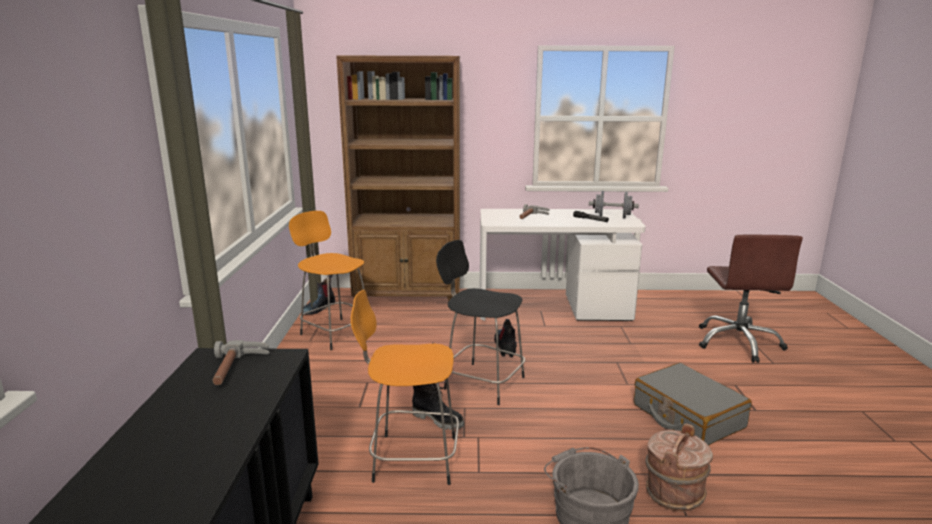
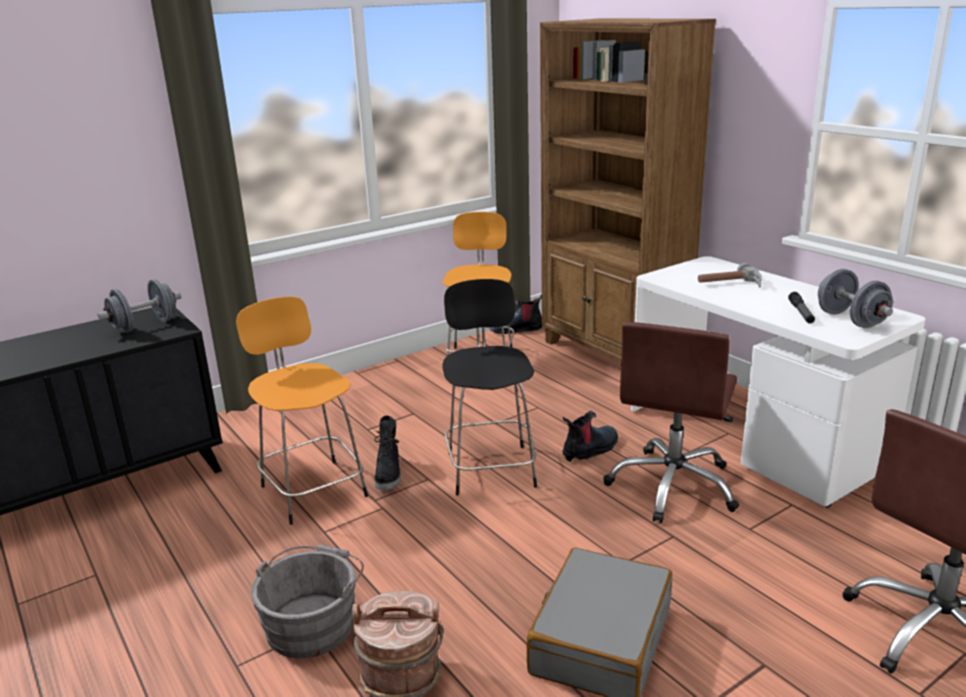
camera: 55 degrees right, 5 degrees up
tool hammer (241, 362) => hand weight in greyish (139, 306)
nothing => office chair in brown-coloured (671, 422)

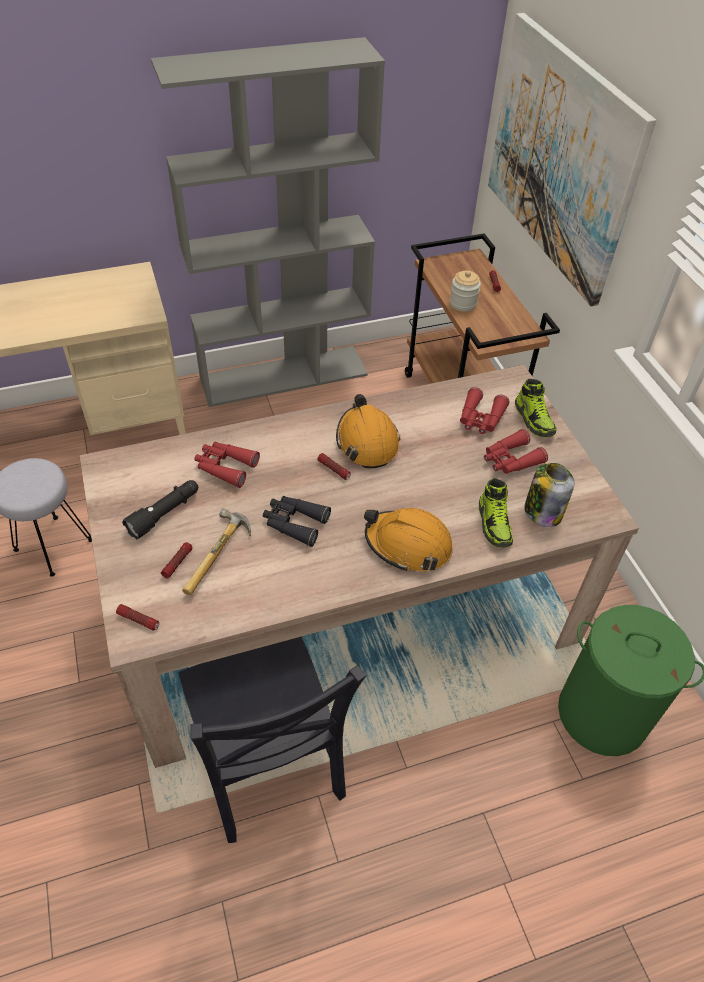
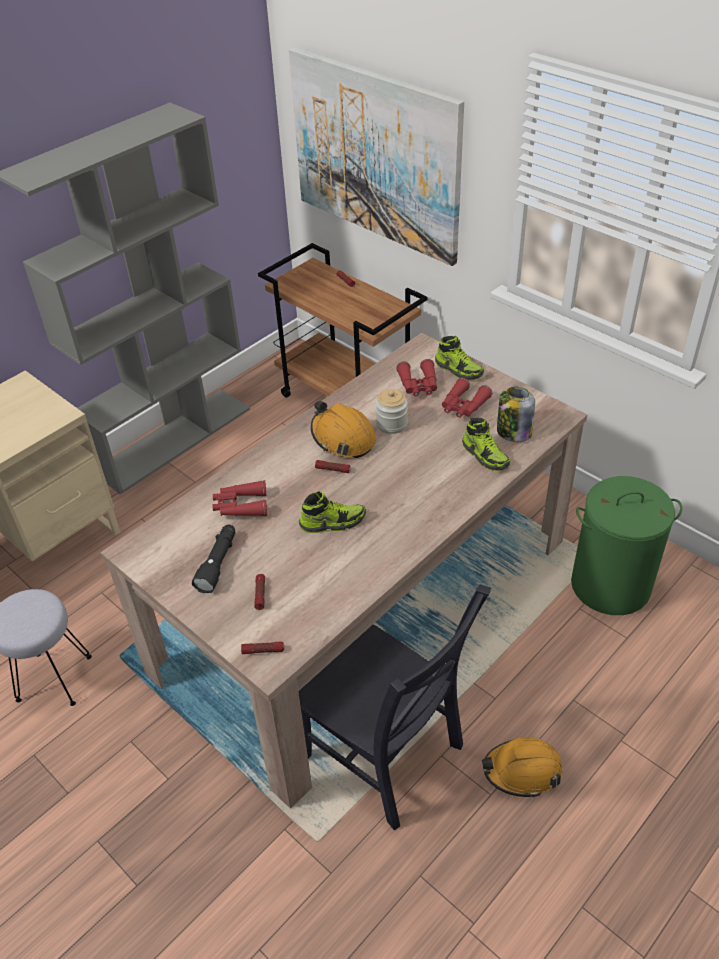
camera: 25 degrees left, 5 degrees down
jar (465, 291) => jar (392, 411), move
binoculars in black (297, 521) => shoe (332, 512)
tool hammer (216, 551) => nothing
safety helmet in orange-coloured (408, 539) => safety helmet in orange-coloured (522, 767), move

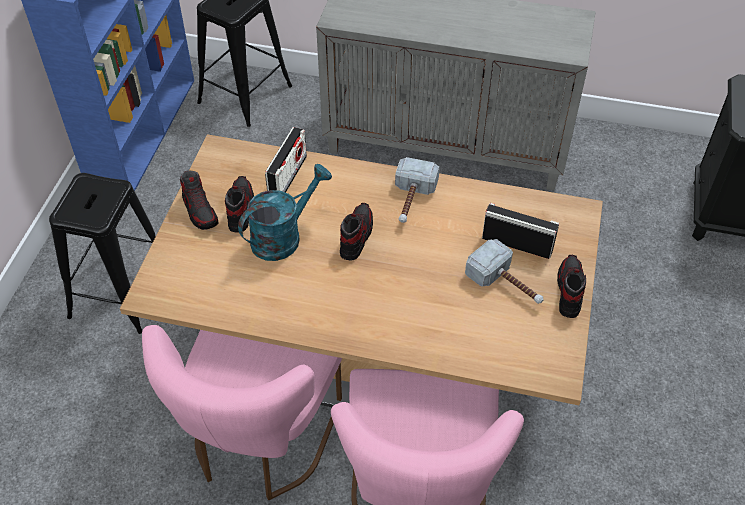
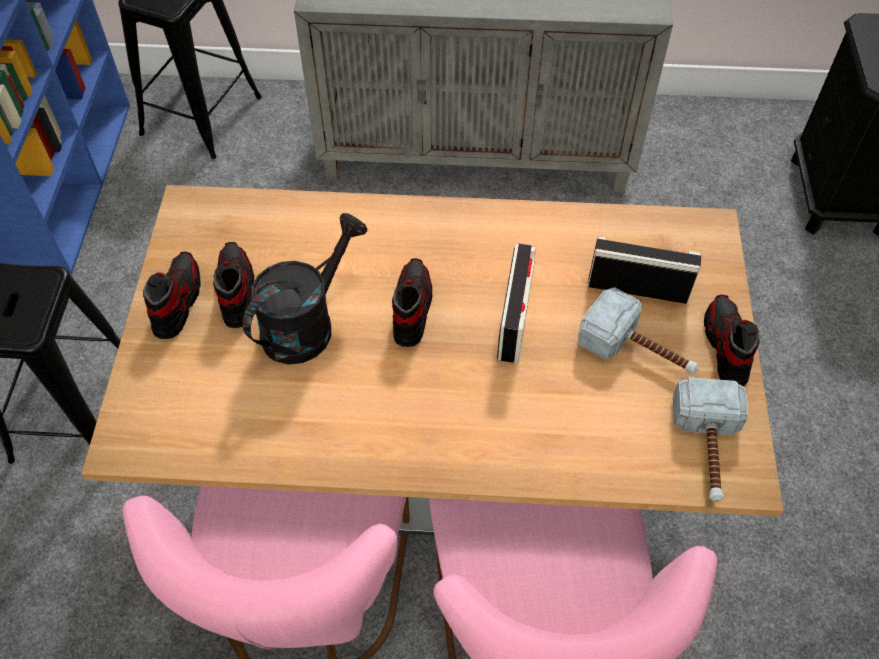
camera: 10 degrees left, 5 degrees up
radio receiver (286, 160) => radio receiver (516, 303), move
tool hammer (417, 190) => tool hammer (710, 439), move
watering pot in blue-green (285, 212) => watering pot in black (305, 289)
shoe (199, 200) => shoe (171, 295), 135 degrees counterclockwise

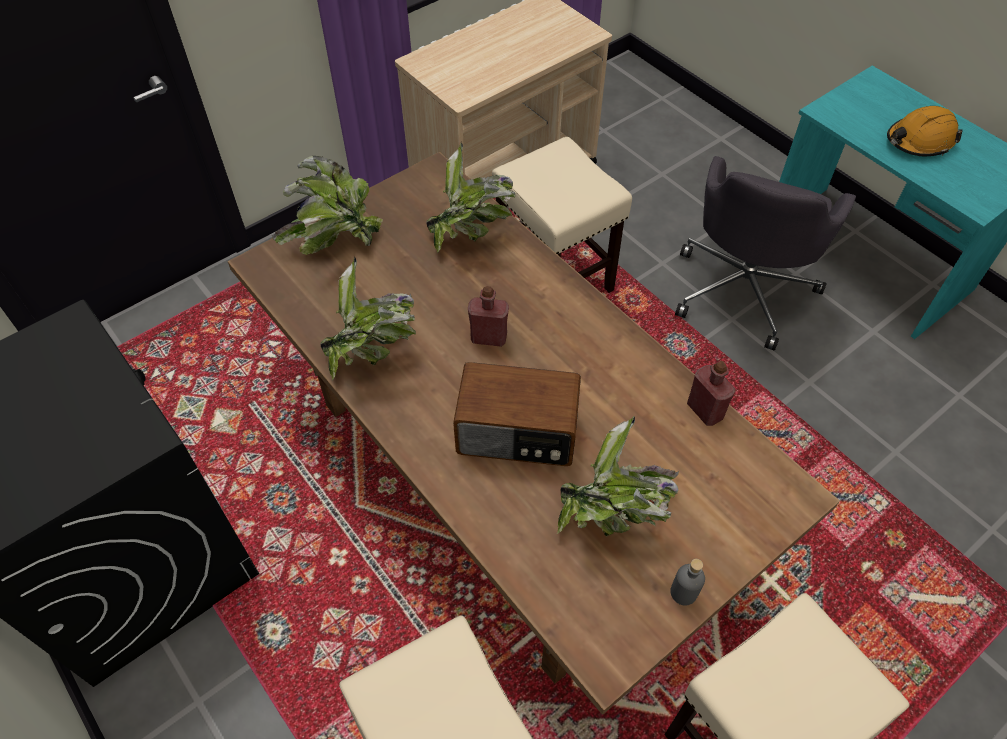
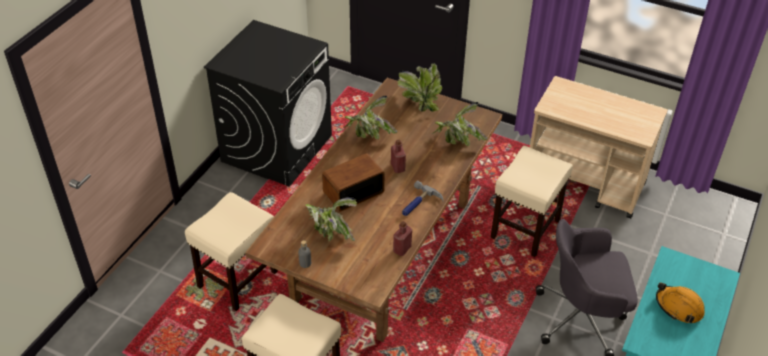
camera: 65 degrees right, 10 degrees down
radio receiver (517, 414) => radio receiver (353, 182), 75 degrees clockwise
nothing => tool hammer (423, 198)

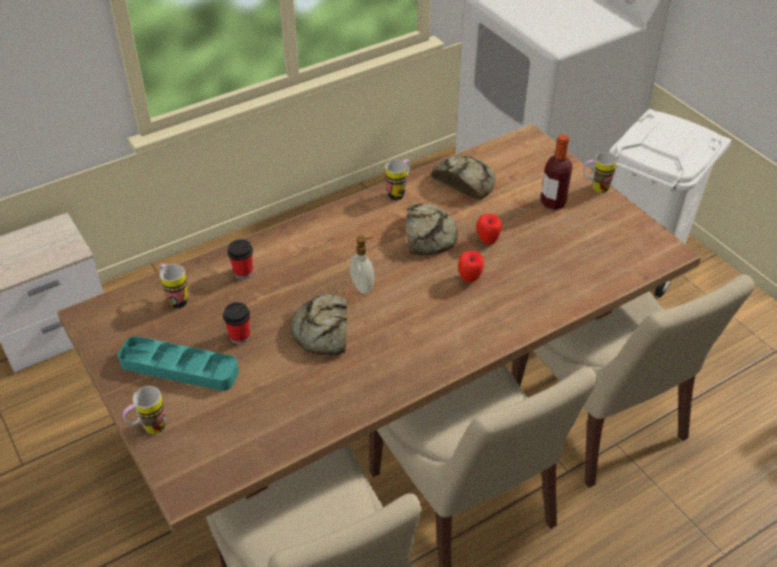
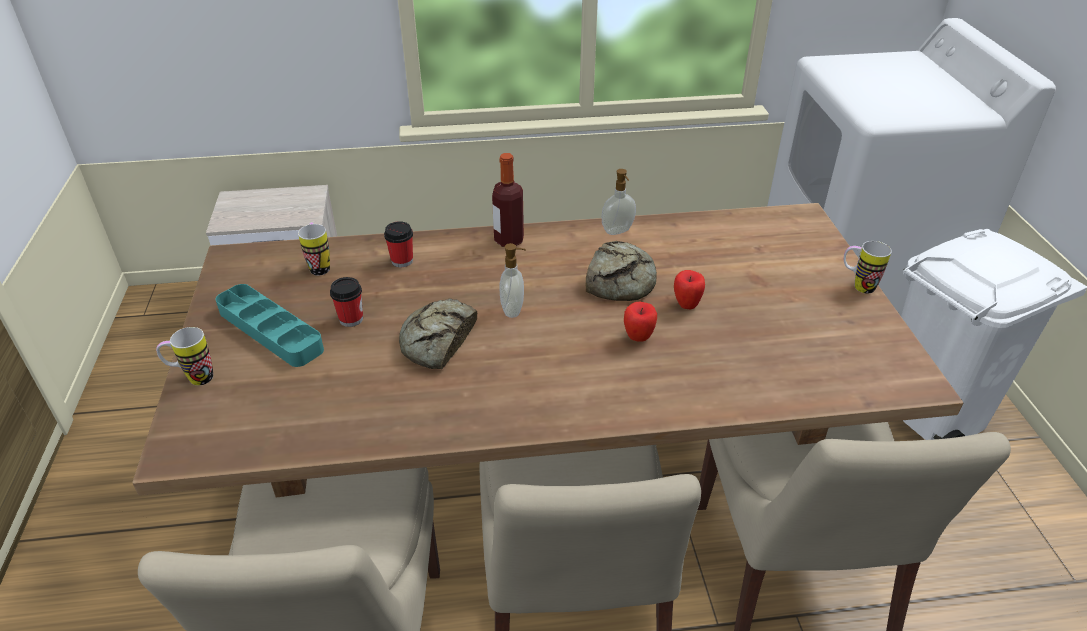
camera: 25 degrees right, 5 degrees down
drink bottle (556, 172) => drink bottle (508, 200), move
bread (463, 178) => nothing
mug (397, 180) => soap dispenser (618, 202)

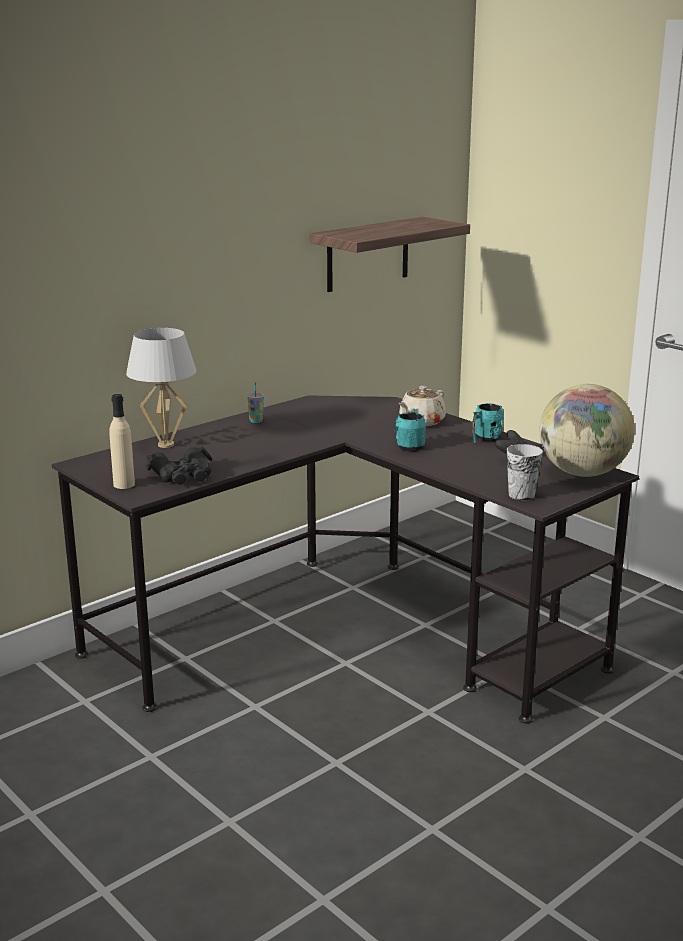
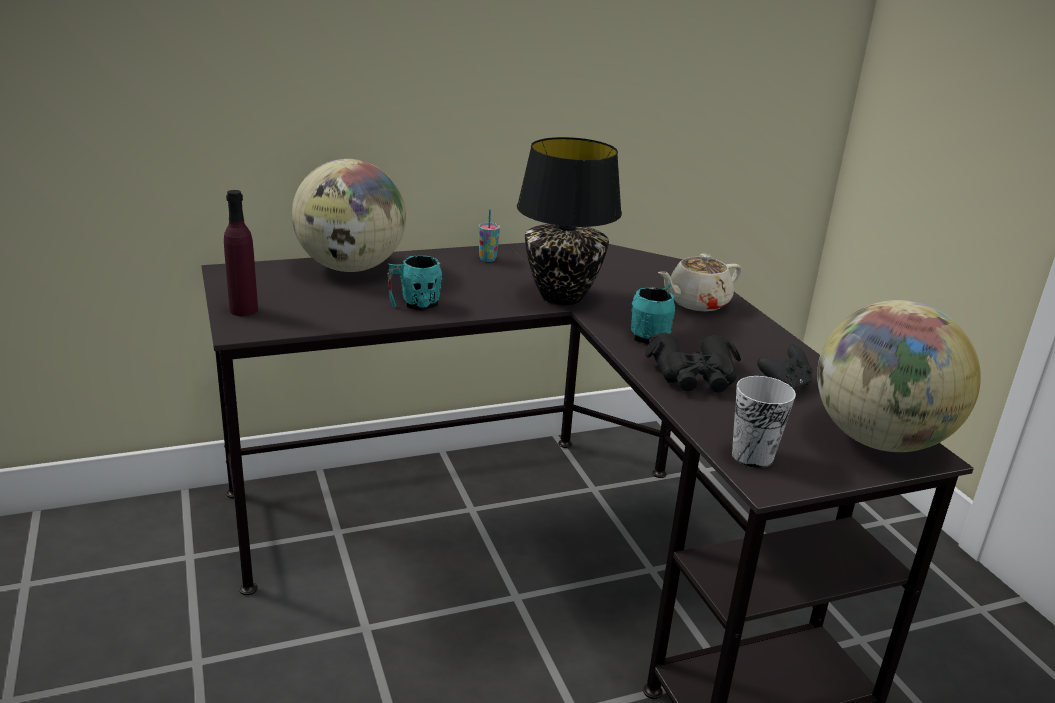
camera: 20 degrees right, 5 degrees up
bracket shelf (390, 254) => nothing
table lamp in whitish (161, 388) => globe (349, 215)
drink bottle in sand-coloured (122, 441) => drink bottle in purple-coloured (241, 253)
mug in blue-green (488, 423) => mug in blue-green (414, 283), move
binoculars in black (179, 466) => binoculars in black (693, 363), move
nothing => table lamp in black (569, 221)

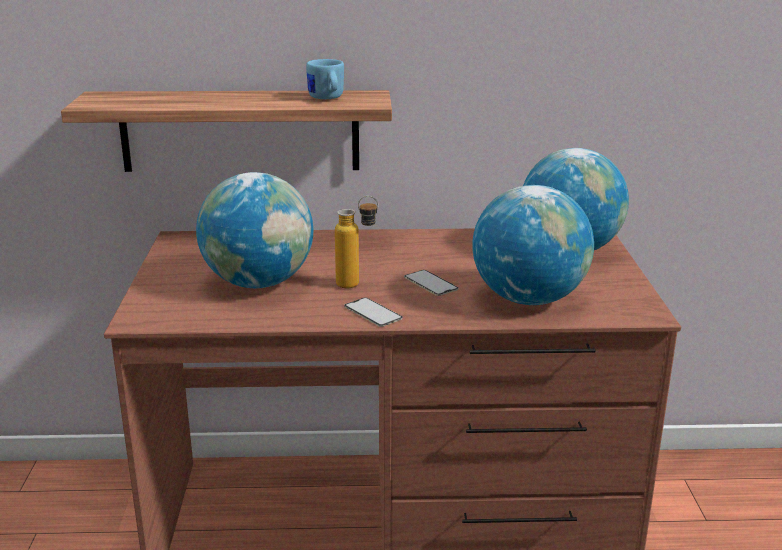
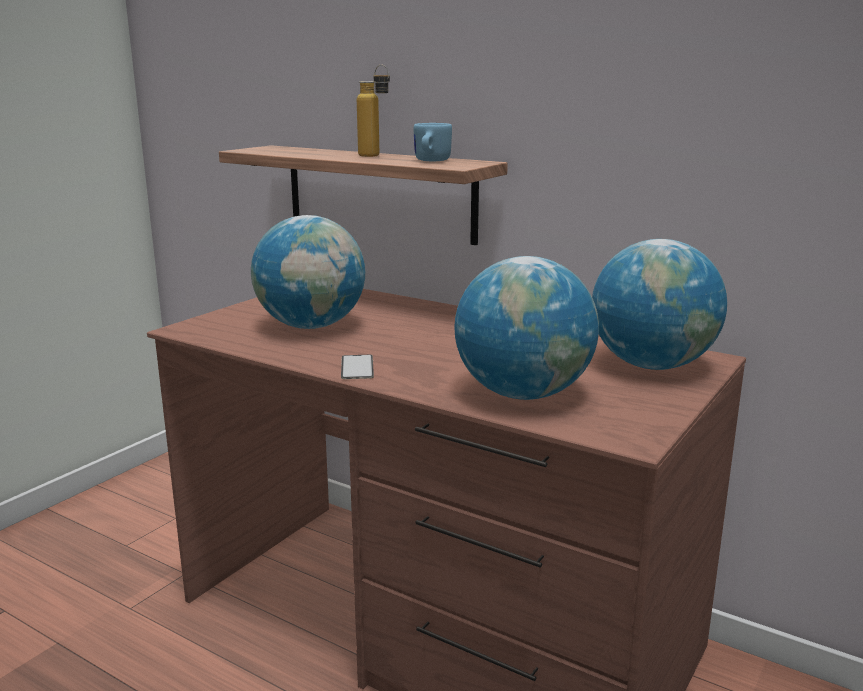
camera: 35 degrees right, 5 degrees down
drink bottle (357, 242) => drink bottle (373, 110), move
phone (431, 283) => nothing

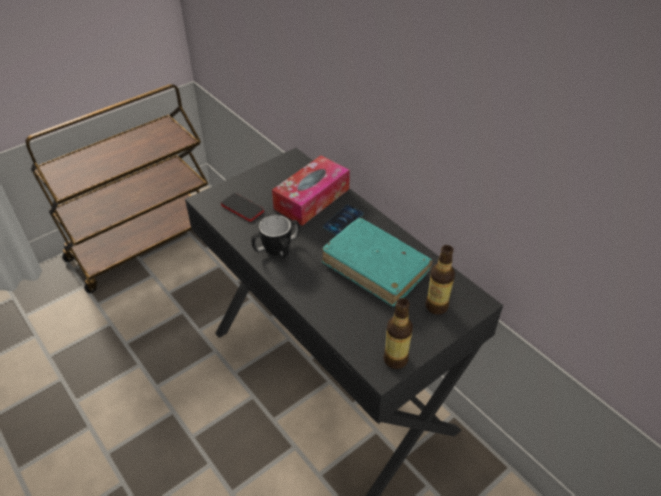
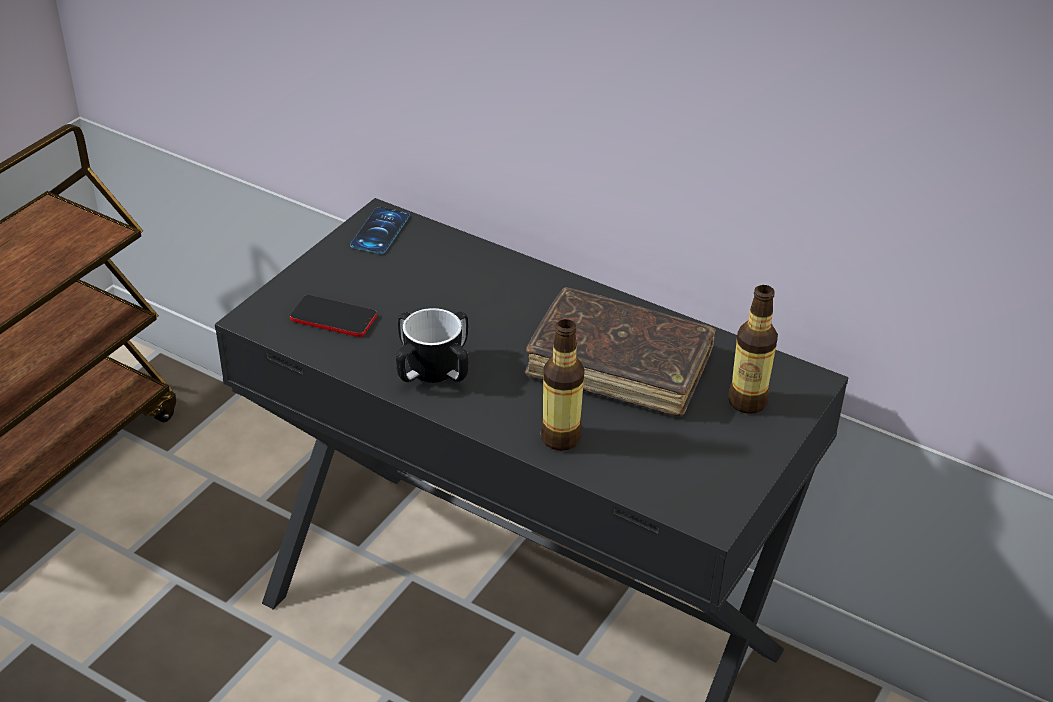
camera: 20 degrees left, 5 degrees down
box of tissues (311, 190) => nothing
phone (343, 220) => phone (380, 230), move
book in blue-green (377, 262) => book in brown-coloured (620, 352)
drink bottle (398, 333) => drink bottle (563, 385), move

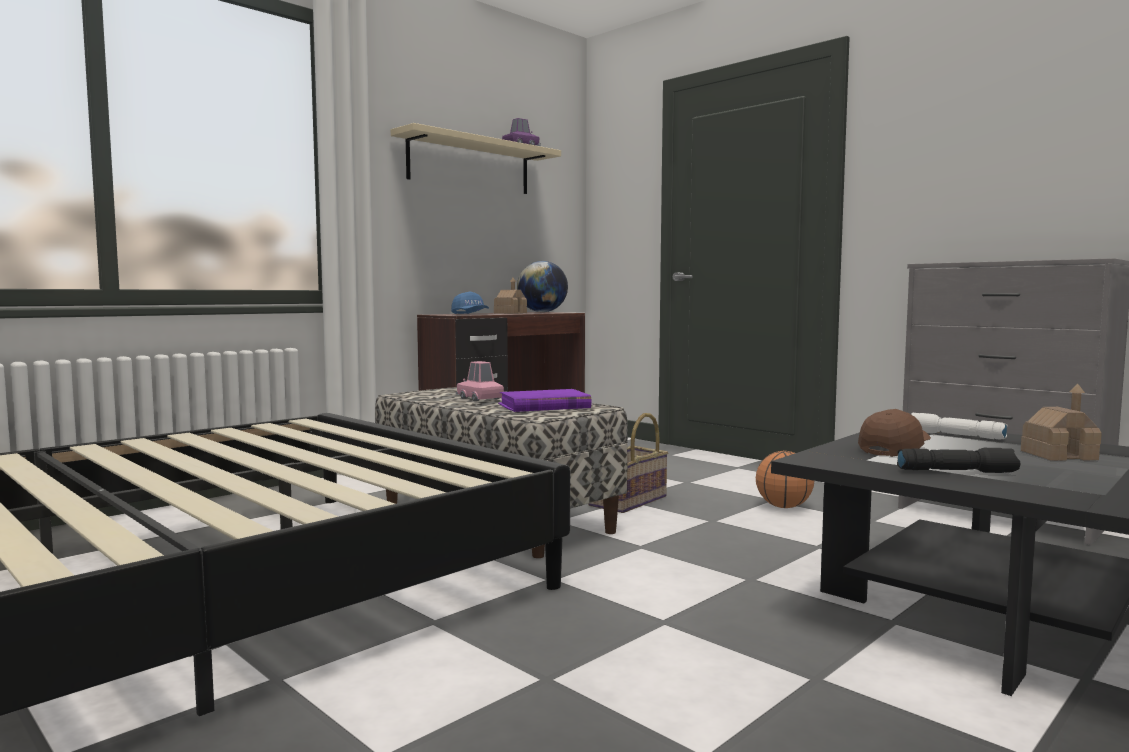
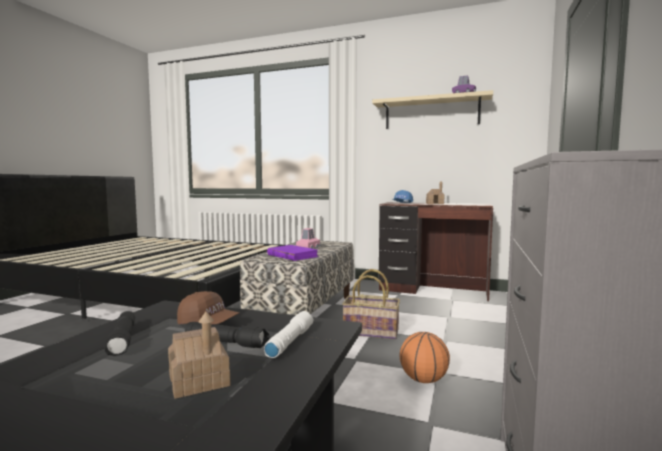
camera: 65 degrees right, 0 degrees up
globe (542, 286) => nothing
nothing => torch in black (226, 335)

